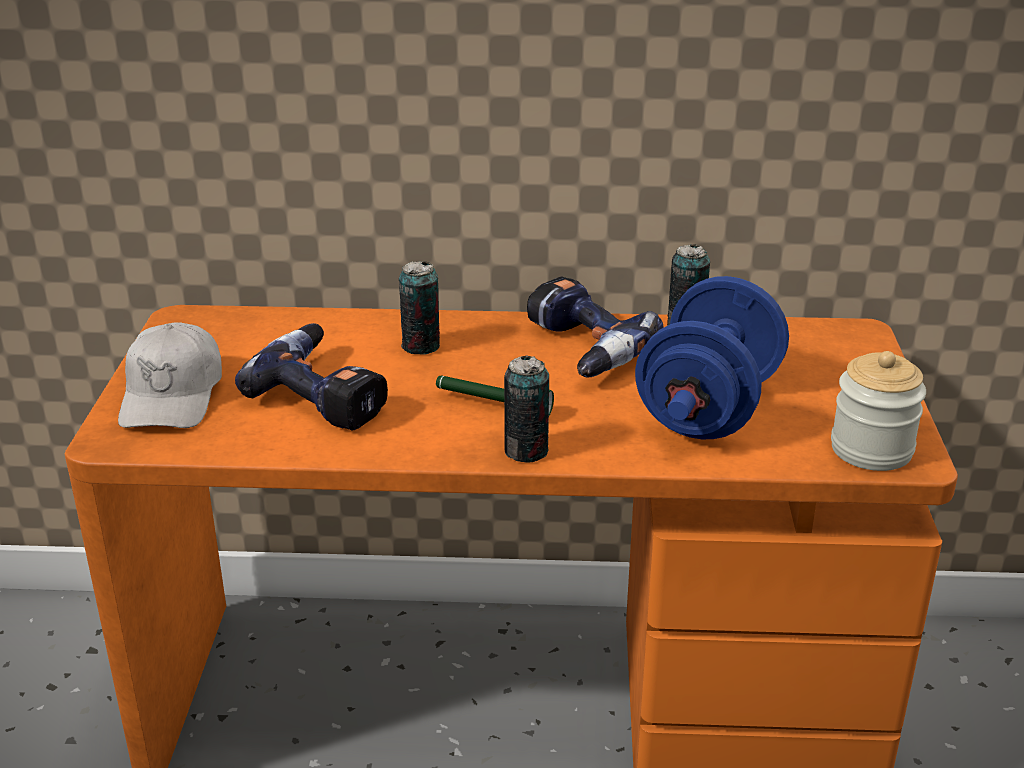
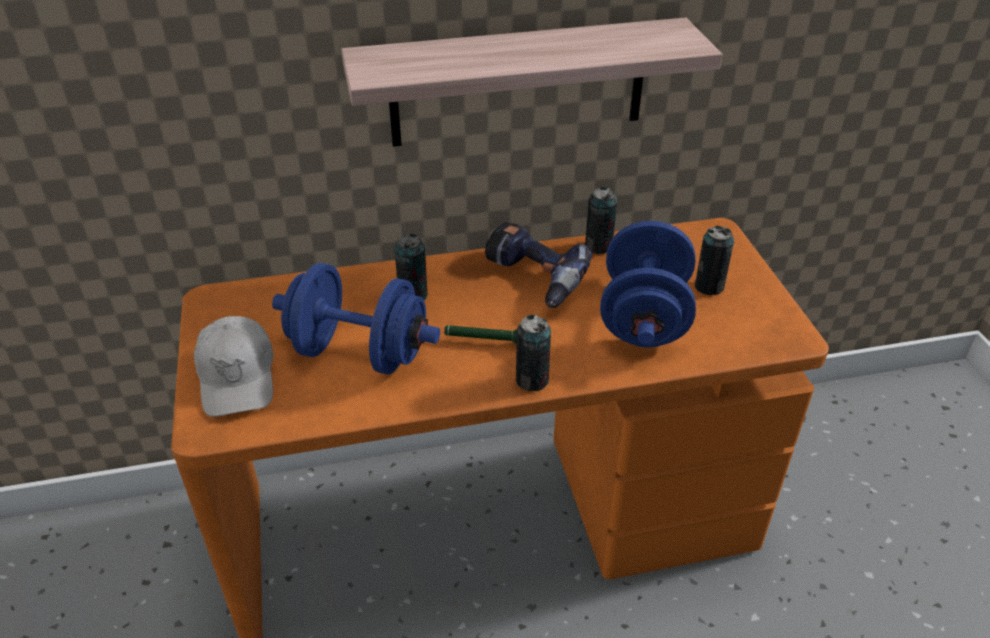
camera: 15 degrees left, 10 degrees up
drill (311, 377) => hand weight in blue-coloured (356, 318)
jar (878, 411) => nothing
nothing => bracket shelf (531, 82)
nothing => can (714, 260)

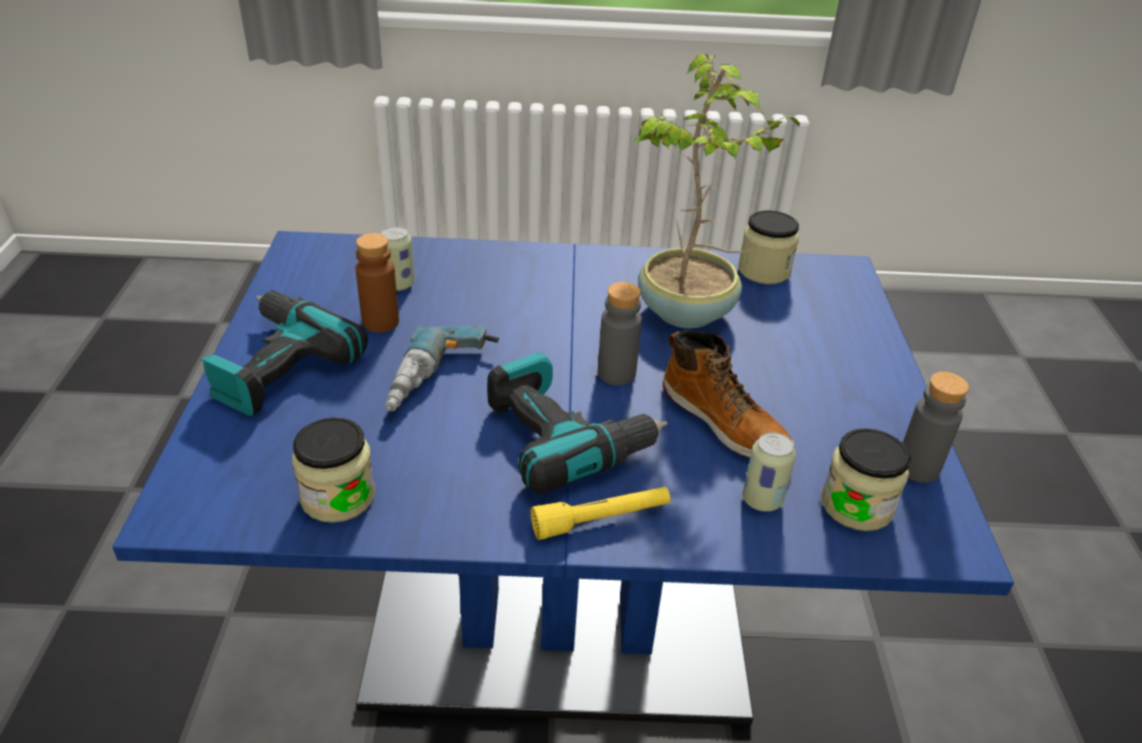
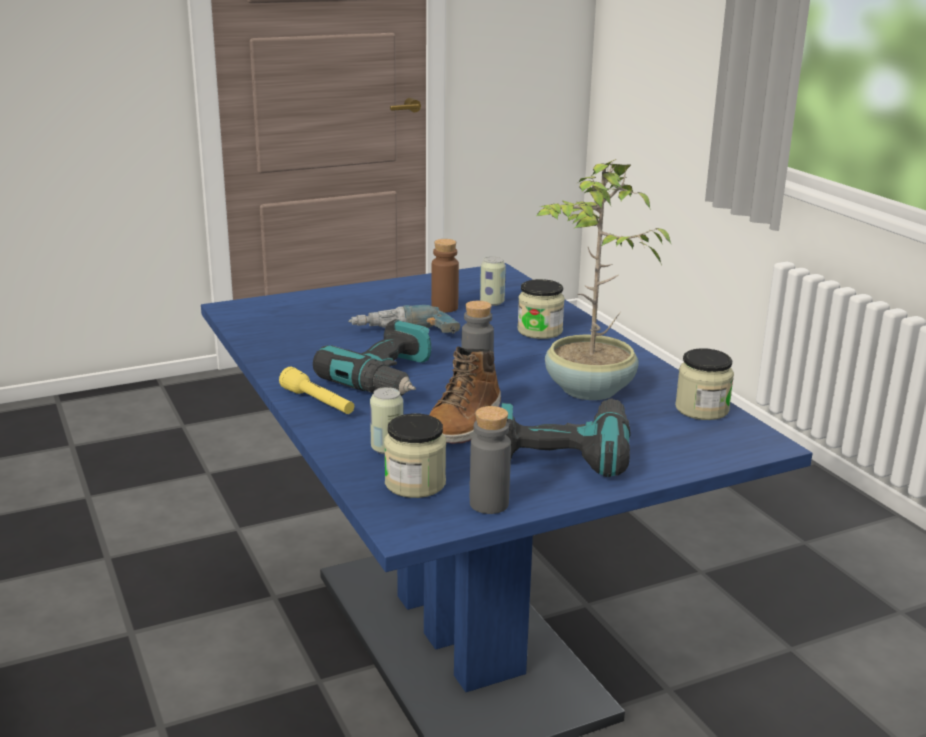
camera: 65 degrees right, 15 degrees down
drill (284, 353) => drill (565, 438), move
jar (333, 470) => jar (541, 309), move

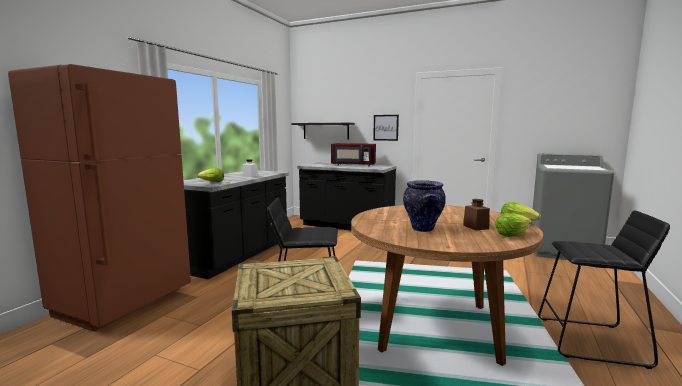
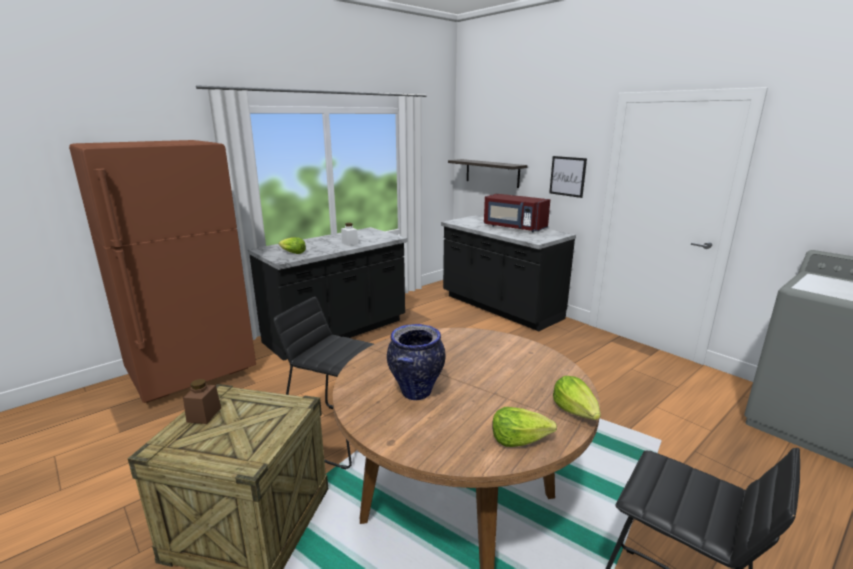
camera: 25 degrees right, 10 degrees up
jar in brown-coloured (476, 214) => jar in brown-coloured (202, 401), move

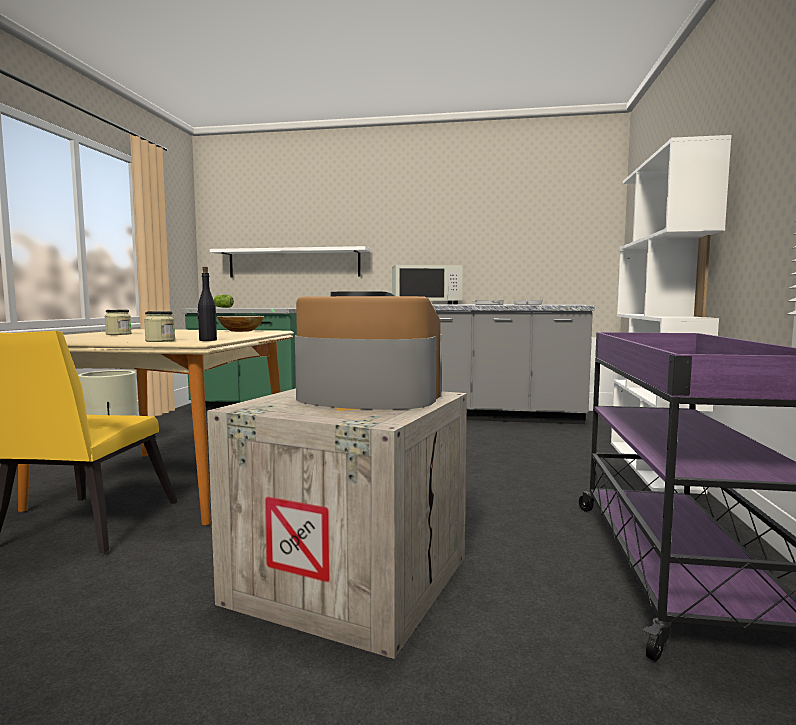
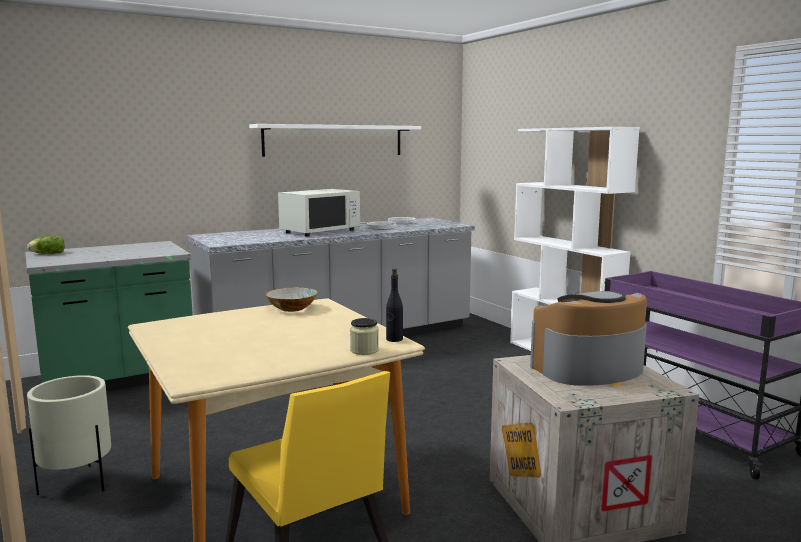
camera: 40 degrees left, 5 degrees up
bracket shelf in whitish (290, 261) => bracket shelf in whitish (335, 140), move
jar (118, 322) => nothing

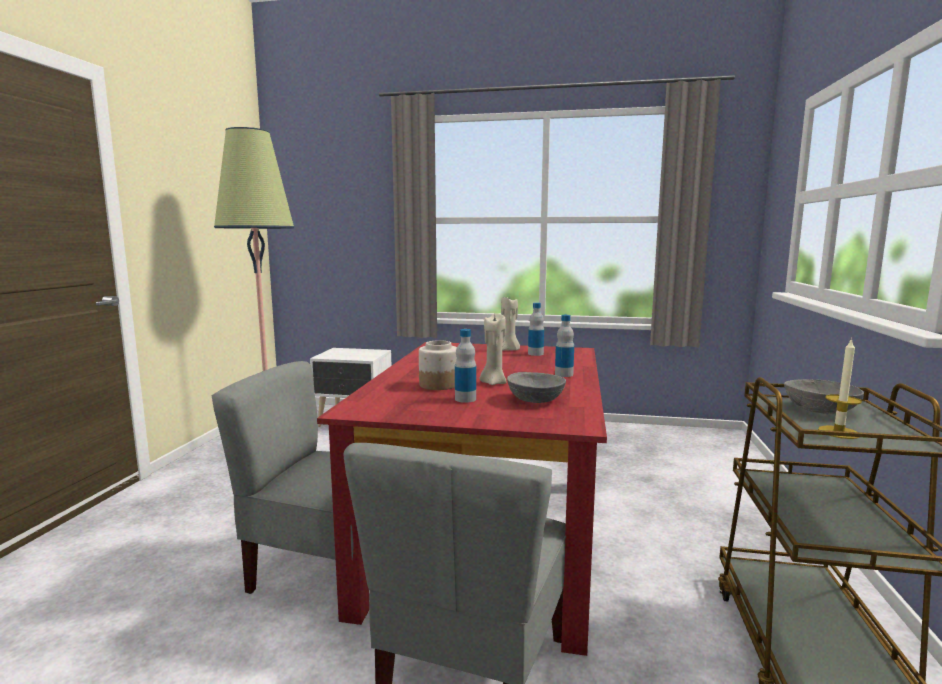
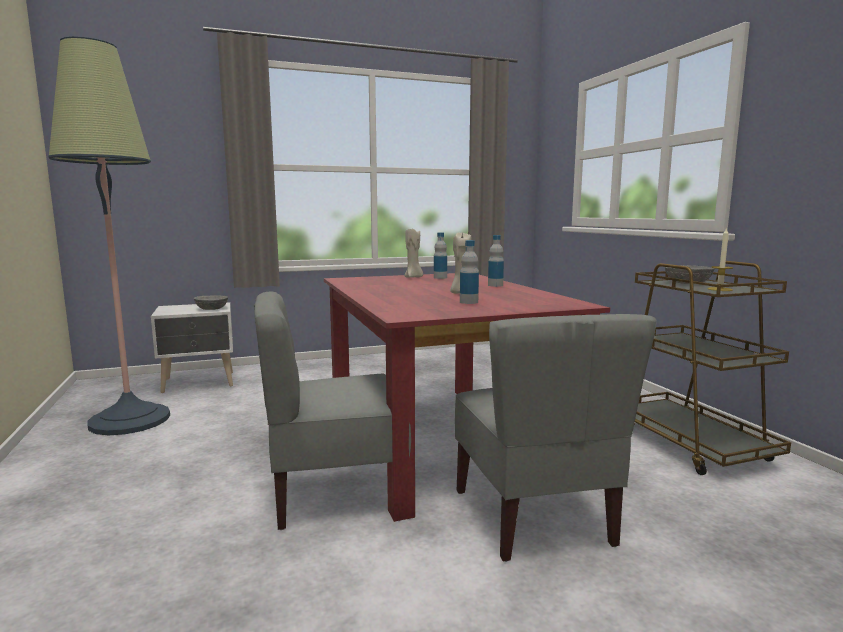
camera: 30 degrees left, 0 degrees up
jar (438, 365) => nothing
deep dish in greyish (536, 387) => deep dish in greyish (211, 302), move

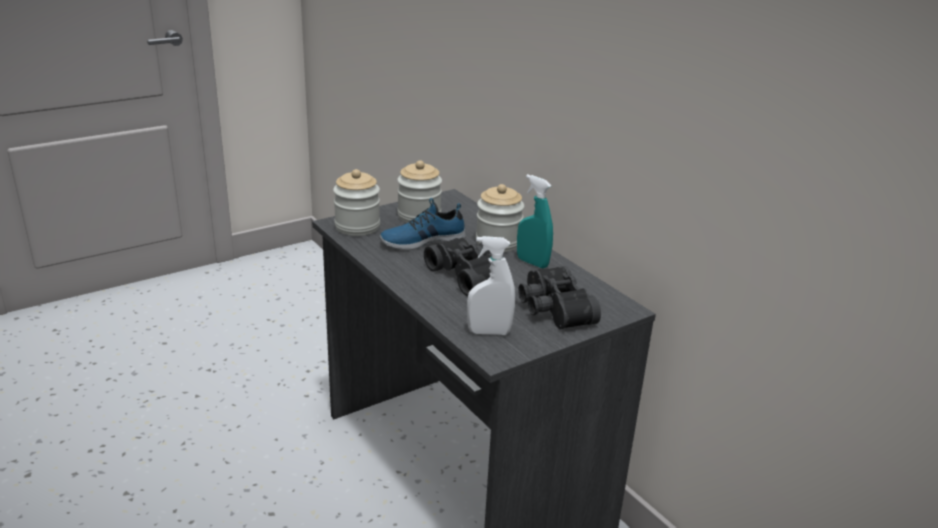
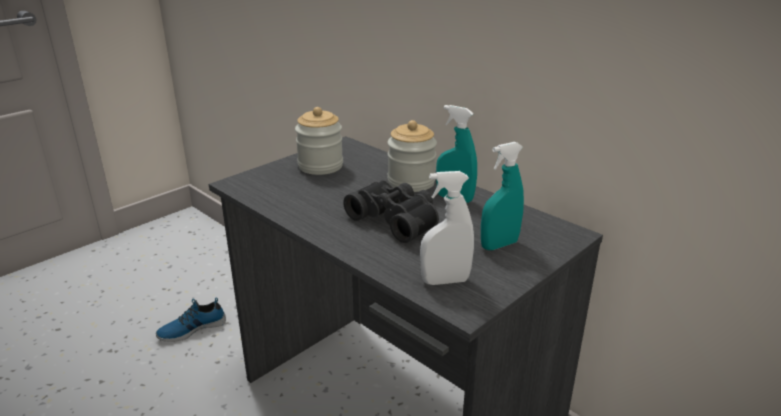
camera: 10 degrees left, 0 degrees up
jar (356, 202) => nothing
shoe (422, 224) => shoe (191, 319), move
binoculars in black (559, 297) => hand sprayer in blue-green (502, 196)

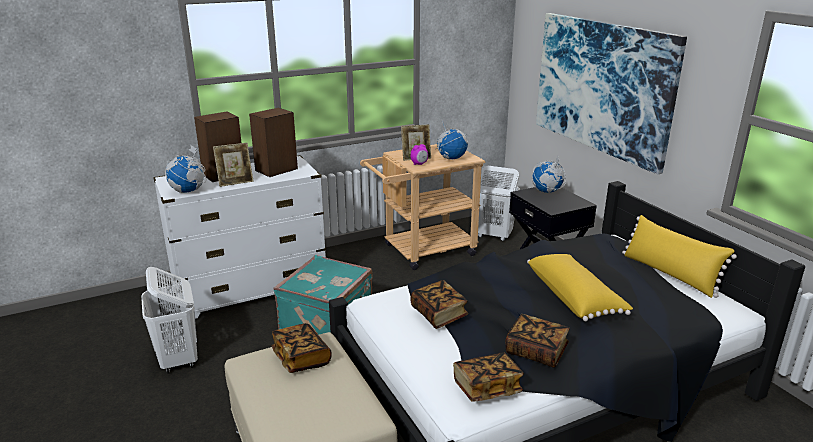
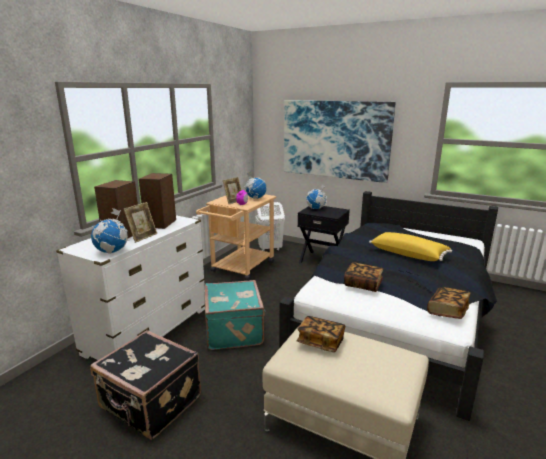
camera: 35 degrees left, 5 degrees down
throw pillow in yellowish (679, 256) => nothing
washing basket in whitish (169, 320) => travel case in black (145, 384)
book (537, 340) => nothing

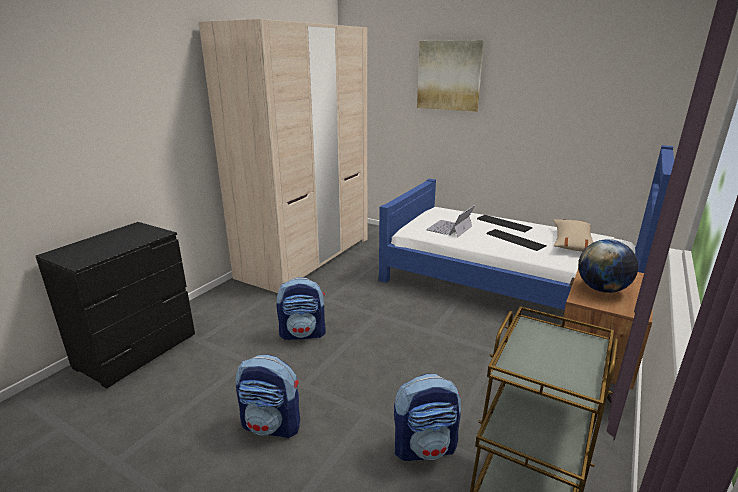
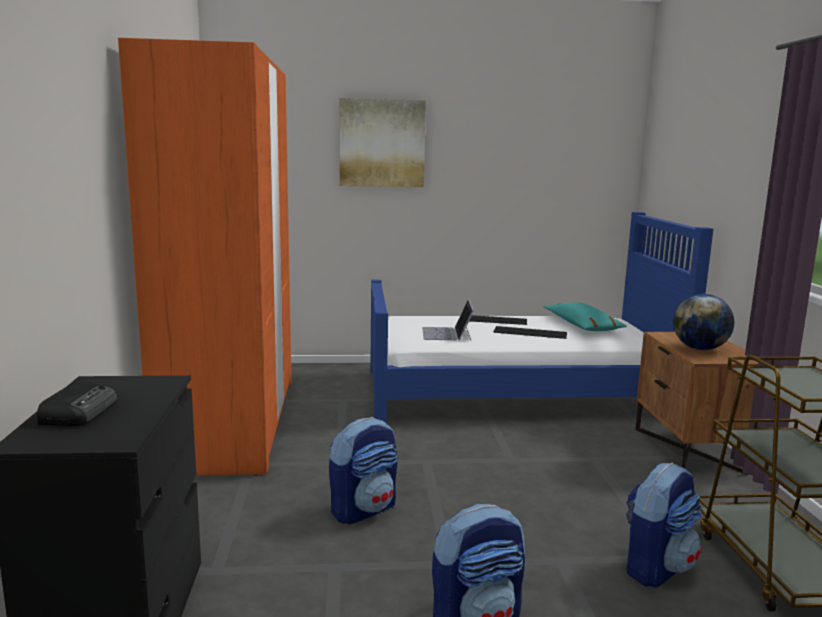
camera: 35 degrees left, 10 degrees down
wardrobe in sand-coloured (283, 156) => wardrobe in orange-coloured (205, 257)
throw pillow in sand-coloured (573, 235) => throw pillow in blue-green (585, 316)
nothing => radio receiver (77, 404)

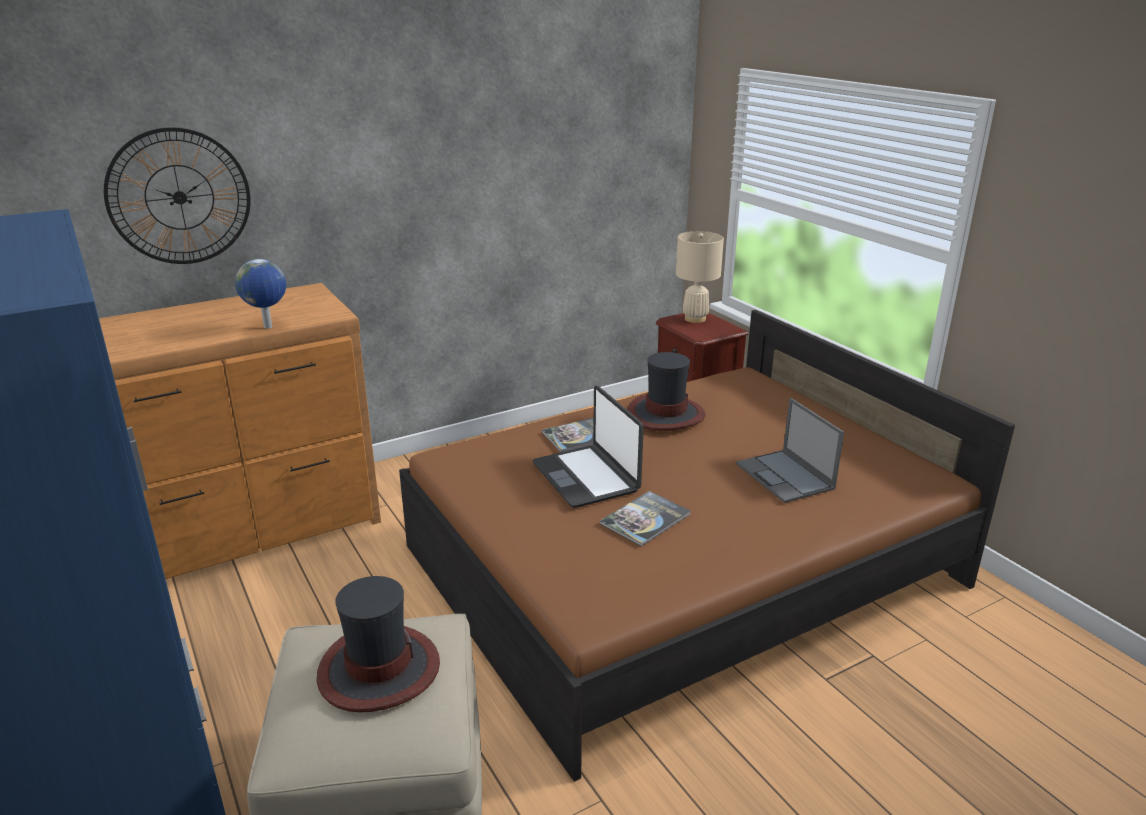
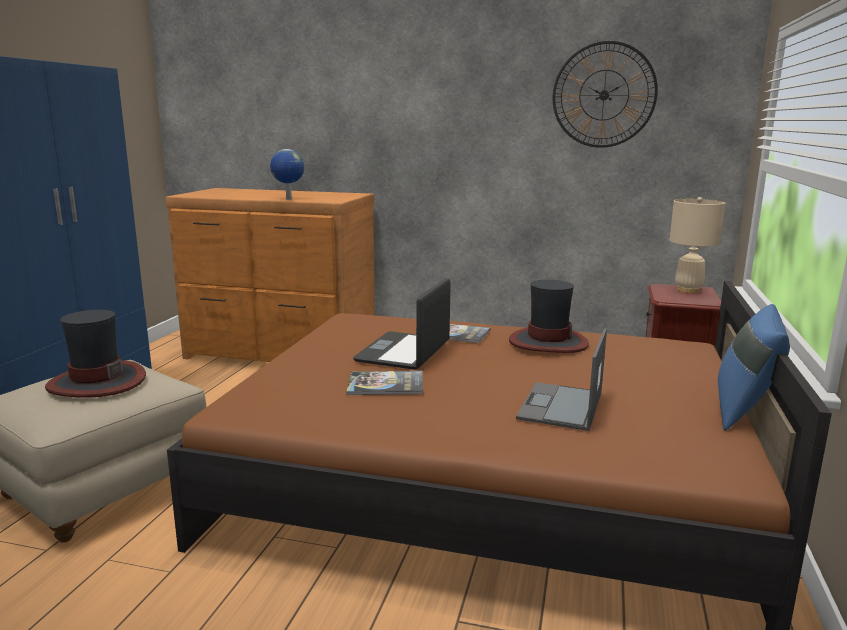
camera: 45 degrees right, 10 degrees down
clock on the wall (177, 195) => clock on the wall (605, 94), move
nothing => throw pillow in blue-coloured (754, 367)

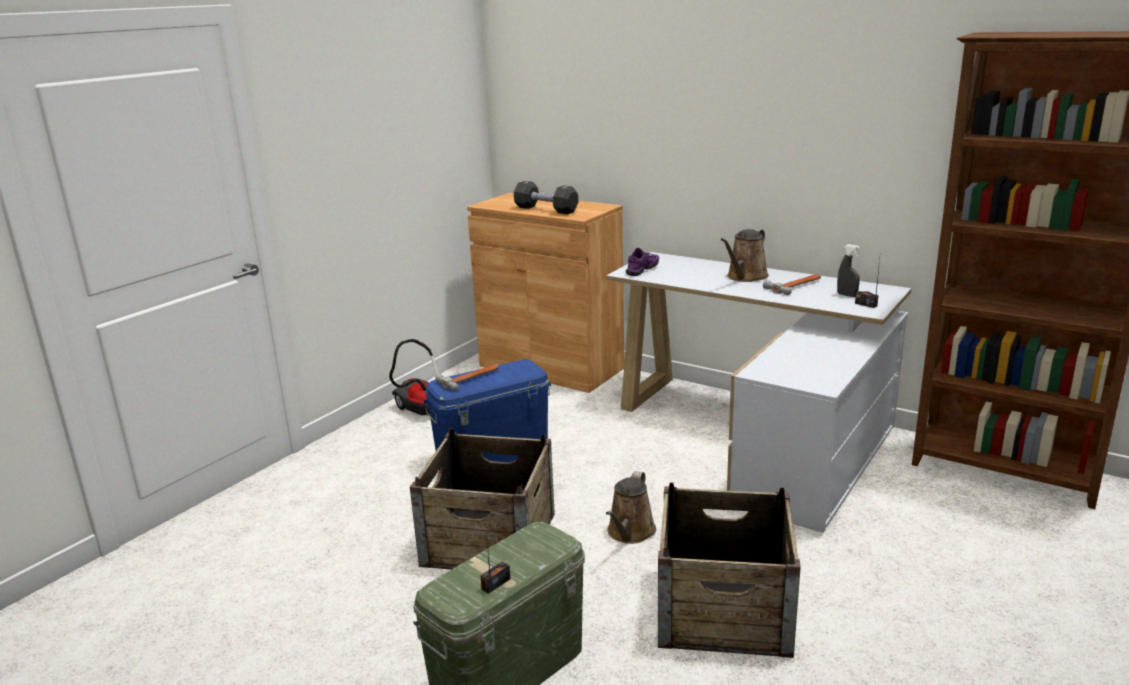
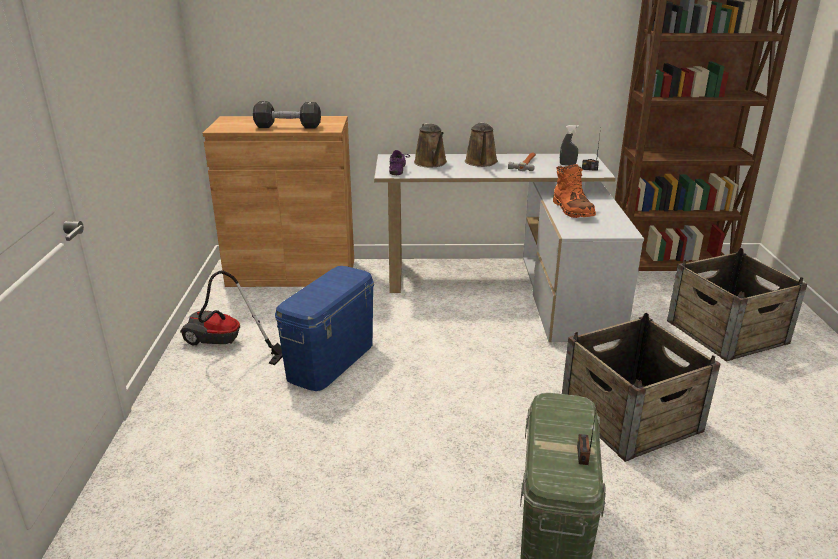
camera: 35 degrees left, 5 degrees up
tool hammer (467, 377) => nothing
shipping crate (482, 499) => shipping crate (737, 305), move
watering pot in brown-coloured (631, 507) => watering pot in brown-coloured (430, 145), move
nothing => tall boot in orange-coloured (574, 191)

